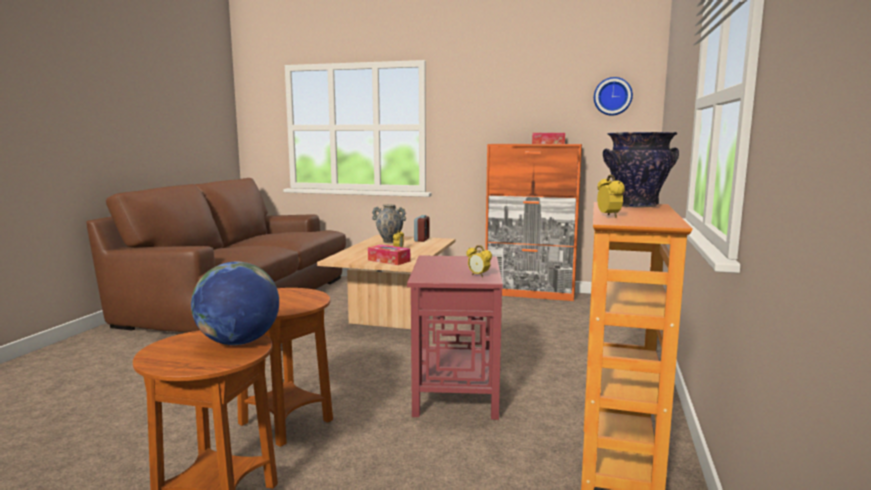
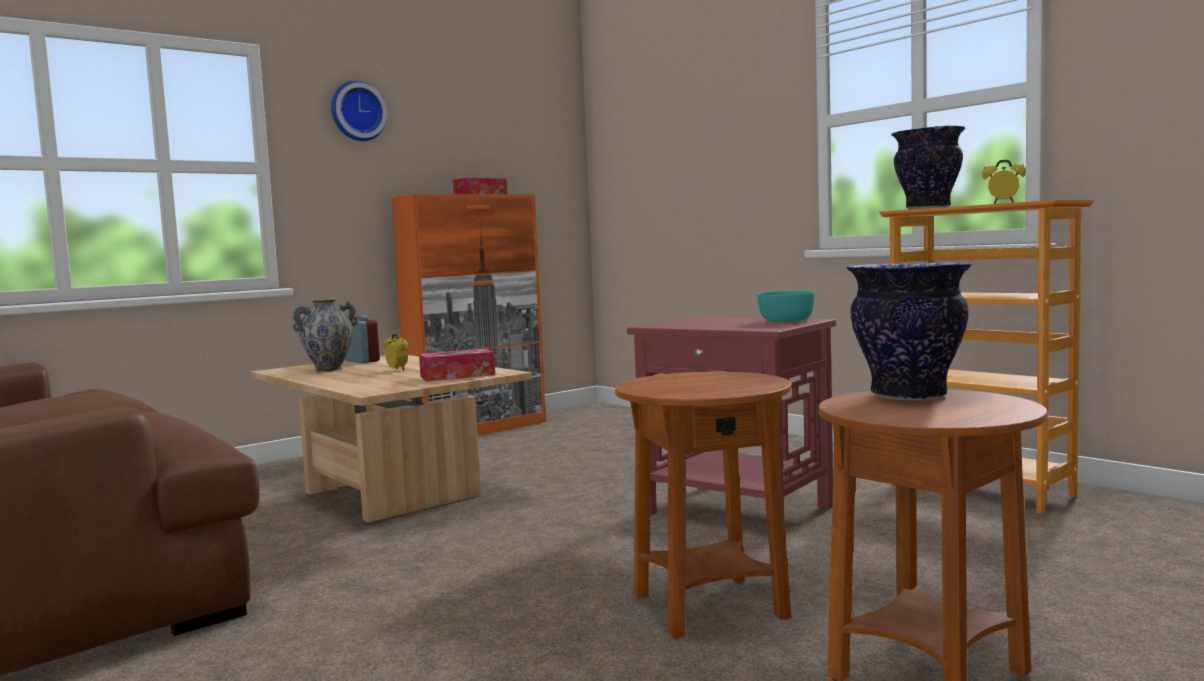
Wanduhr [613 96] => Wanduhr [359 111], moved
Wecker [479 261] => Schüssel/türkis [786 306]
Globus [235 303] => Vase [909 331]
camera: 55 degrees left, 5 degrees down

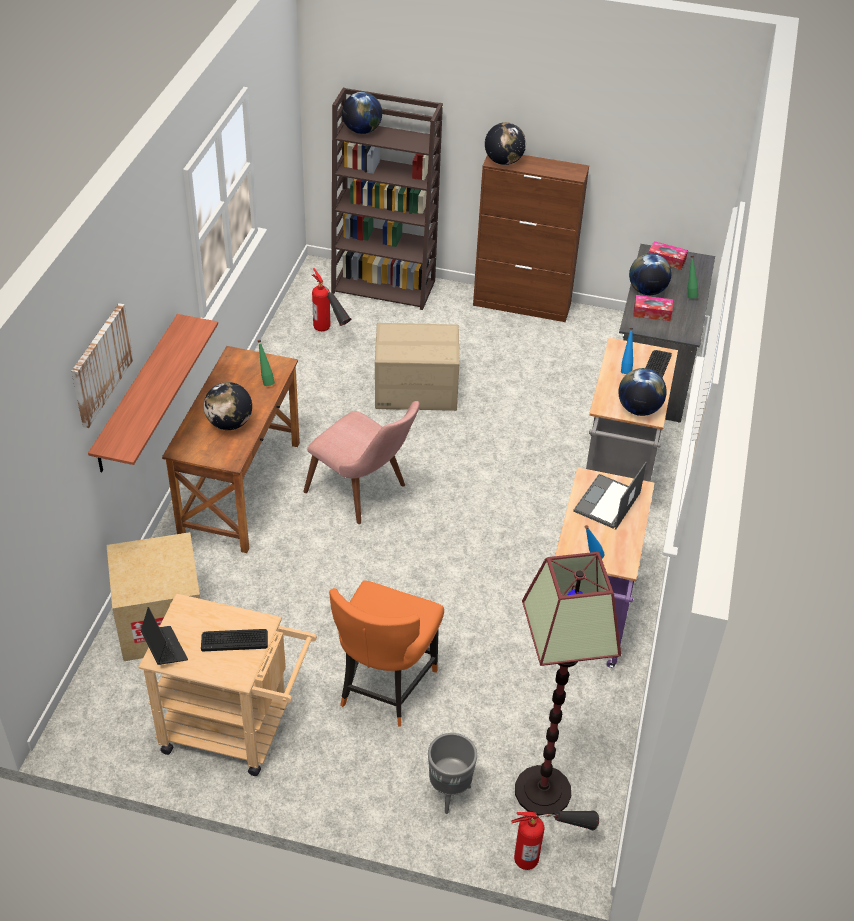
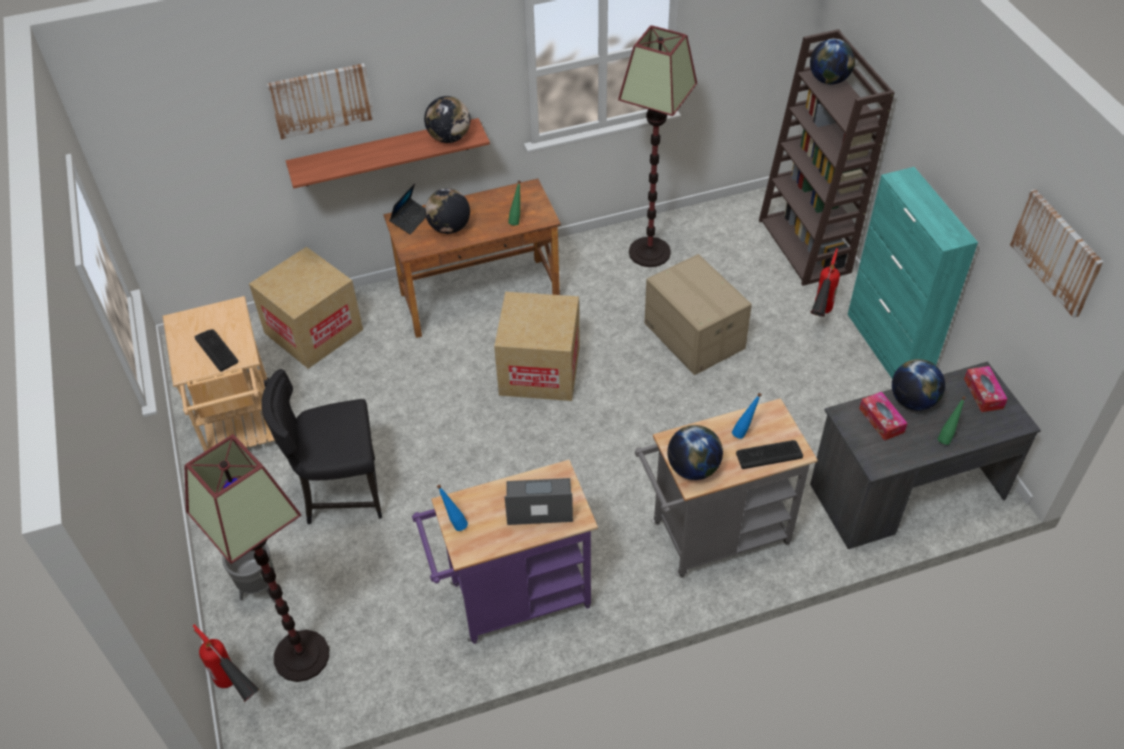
Globus [505 143] => Globus [447 119], moved
Schrank/braun [531 238] => Schrank/türkis [913 273]
Feuerlöscher [331 299] => Feuerlöscher [825 282], moved
Stuhl/rosa [361 462] => Karton [537 346]
Stuhl/orange [386 654] => Stuhl/schwarz [321 447]
Laptop [164 636] => Laptop [407 209], moved
nothing => Stehlampe [657 146]
nothing => Bild [1057 253]
camera: 60 degrees right, 5 degrees up

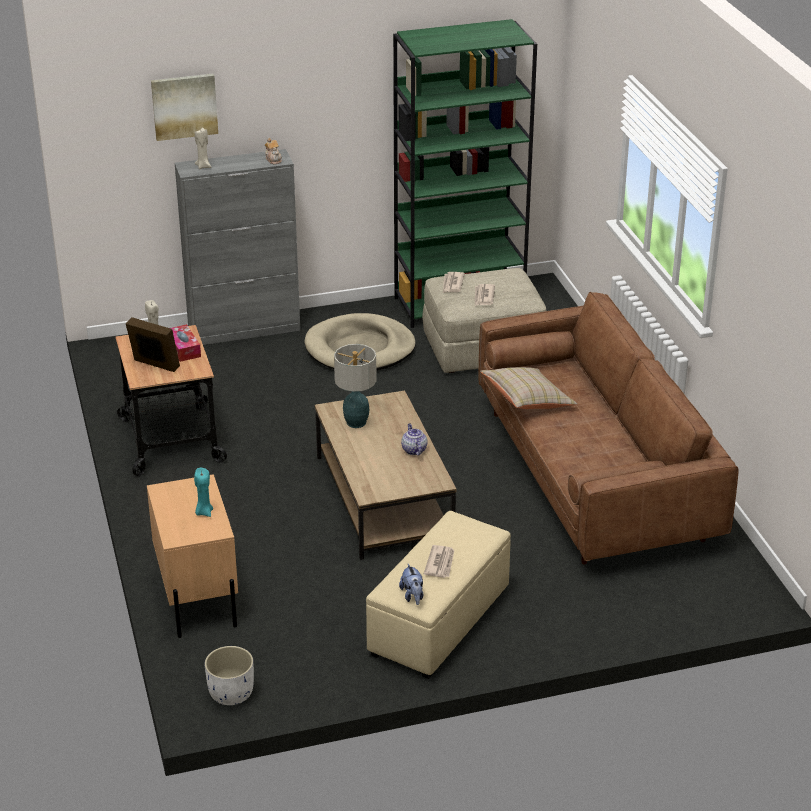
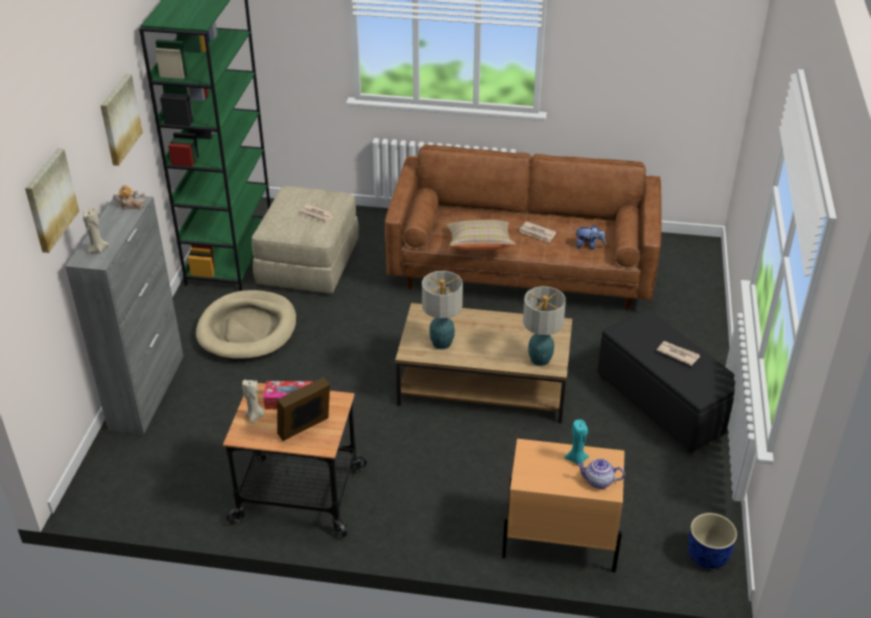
Zeitung [454 282] => Zeitung [537 232], moved
Teekanne [414 439] => Teekanne [601 473], moved
Polsterhocker/beige [438 595] => Polsterhocker/schwarz [666 382]
Plüschtier [411 584] => Plüschtier [590 237], moved
Pflanzkübel/weiß [229 675] => Pflanzkübel/blau [712 541]
nothing => Bild [122 120]
nothing => Tischlampe [544 326]
camera: 65 degrees left, 5 degrees up

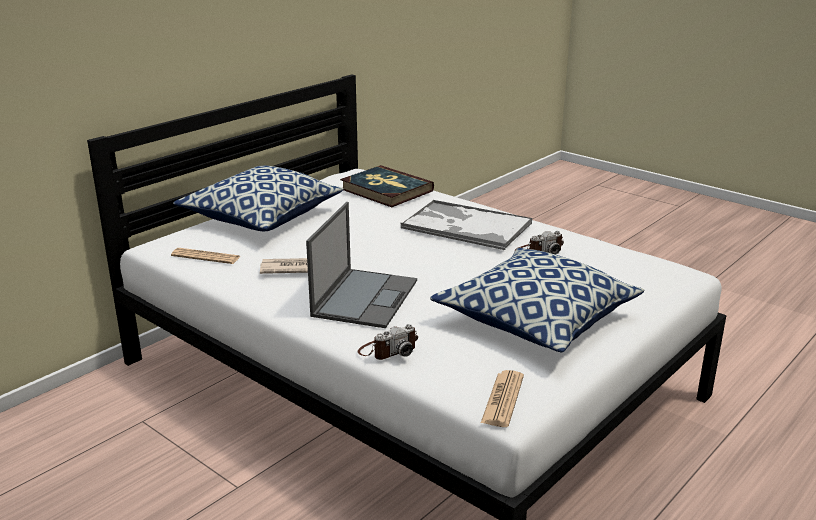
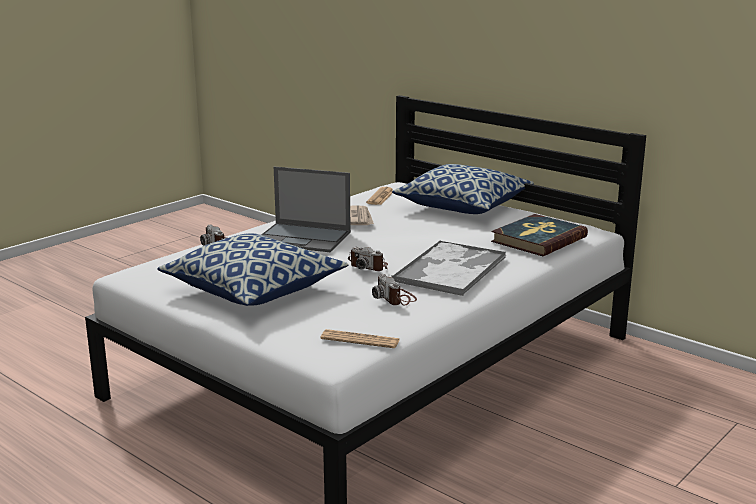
Zeitung [502 398] => Zeitung [360 338], moved
nothing => Kamera [368 259]
camera: 90 degrees right, 5 degrees down

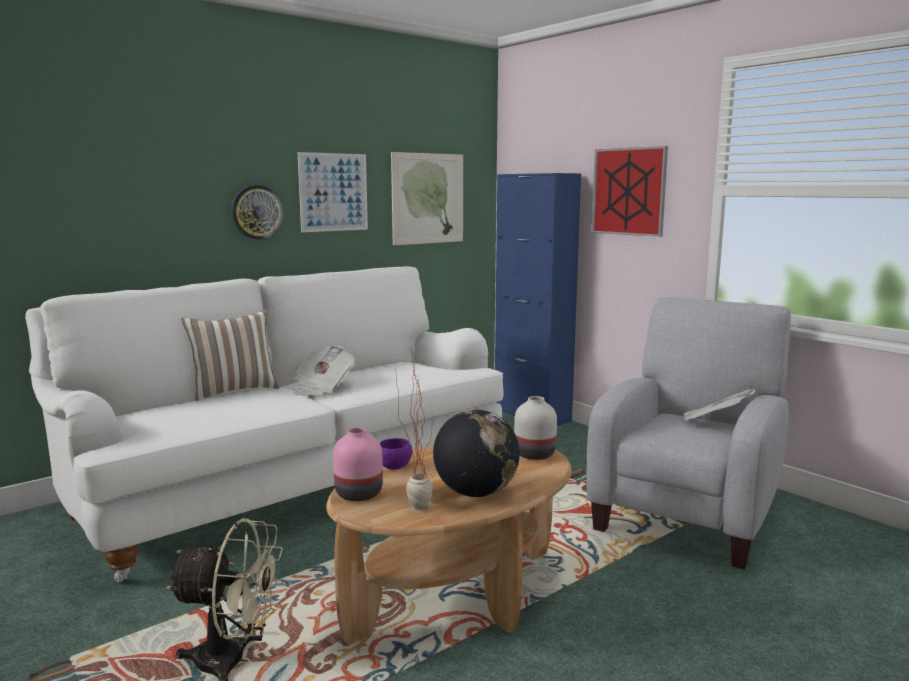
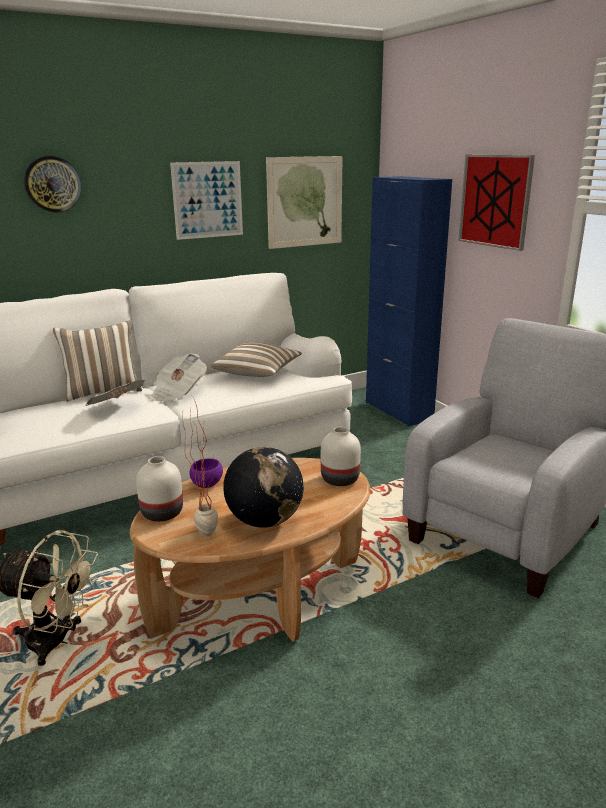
Wanduhr [257 212] => Wanduhr [53 184], moved
Zeitung [719 405] => Zeitung [115 393], moved
Vase/rosa [358 464] => Vase/weiß [159 489]
nothing => Kissen [256 359]
camera: 10 degrees right, 10 degrees up

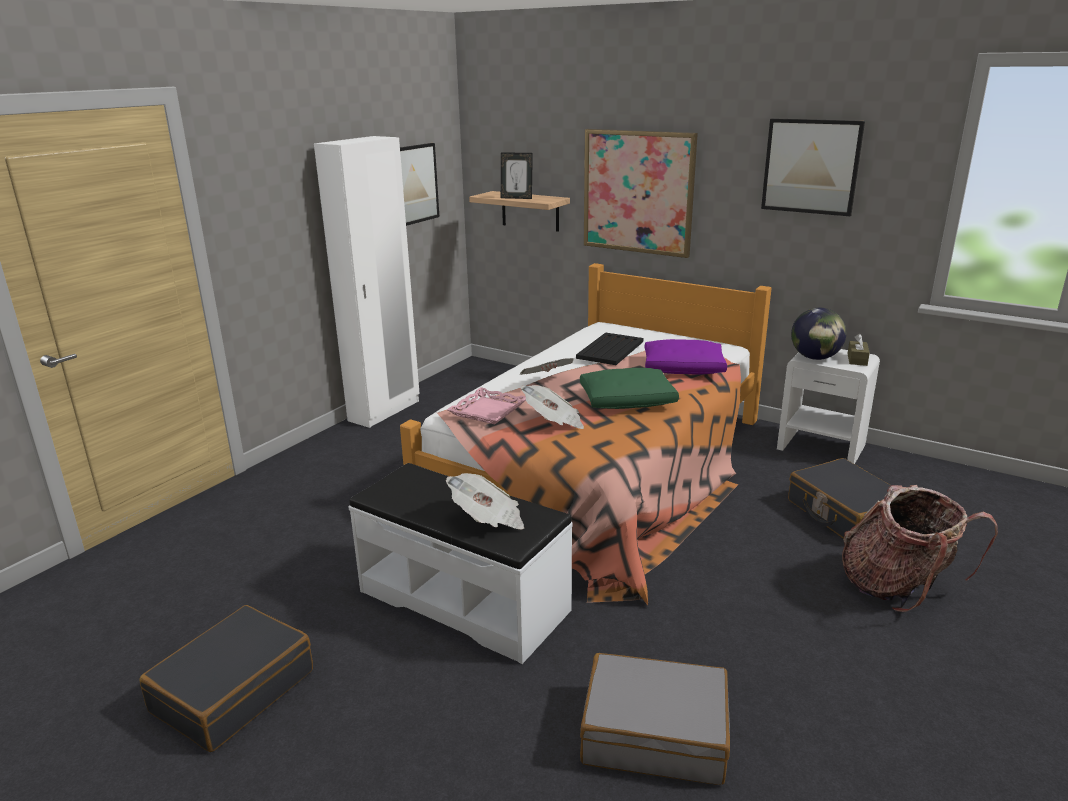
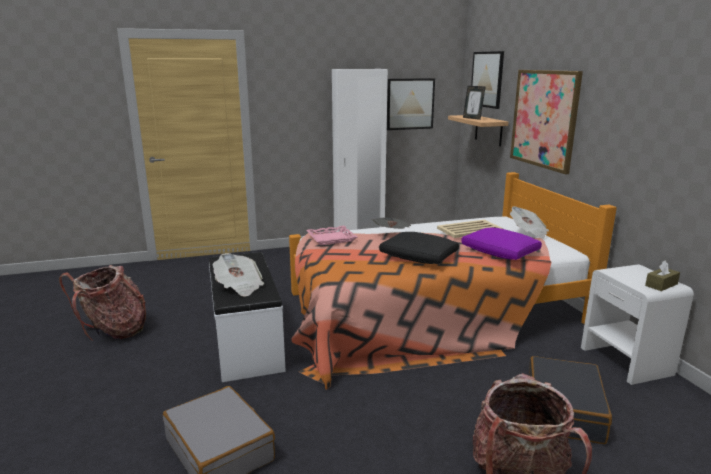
Bild [813 167] => Bild [487 80], moved
Globus [818 334] => nothing
Tablett/schwarz [609 348] => Tablett/beige [470 229]
Kissen/grün [629 388] => Kissen/schwarz [419 248]
Zeitung [552 407] => Zeitung [529 222], moved
Koffer/schwarz [226 678] => Rucksack [102 303]
camera: 40 degrees right, 5 degrees down

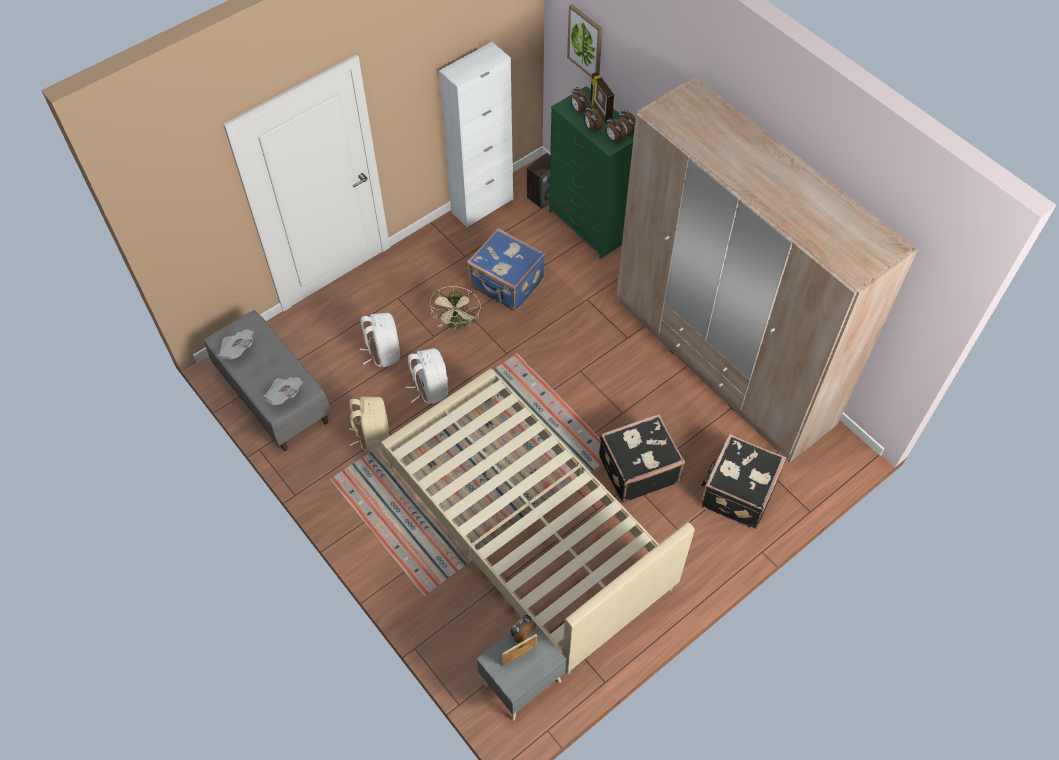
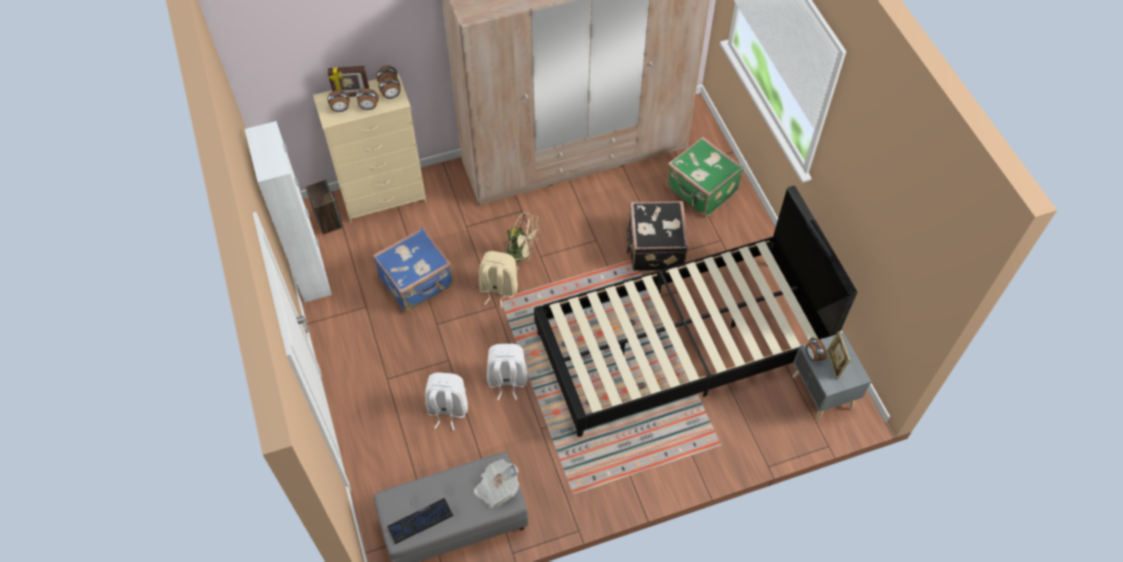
Bild [585 40] => nothing
Kommode/grün [591 172] => Kommode/beige [370 148]
Ventilator/beige [455 307] => Ventilator/beige [523 241], moved
Zeitung [236 344] => Tastatur [420 521]
Bett/beige [538 521] => Bett/schwarz [695 311]
Rucksack/beige [369 424] => Rucksack/beige [498 279], moved
Koffer/schwarz [743 481] => Koffer/grün [705 176]
camera: 70 degrees left, 0 degrees up

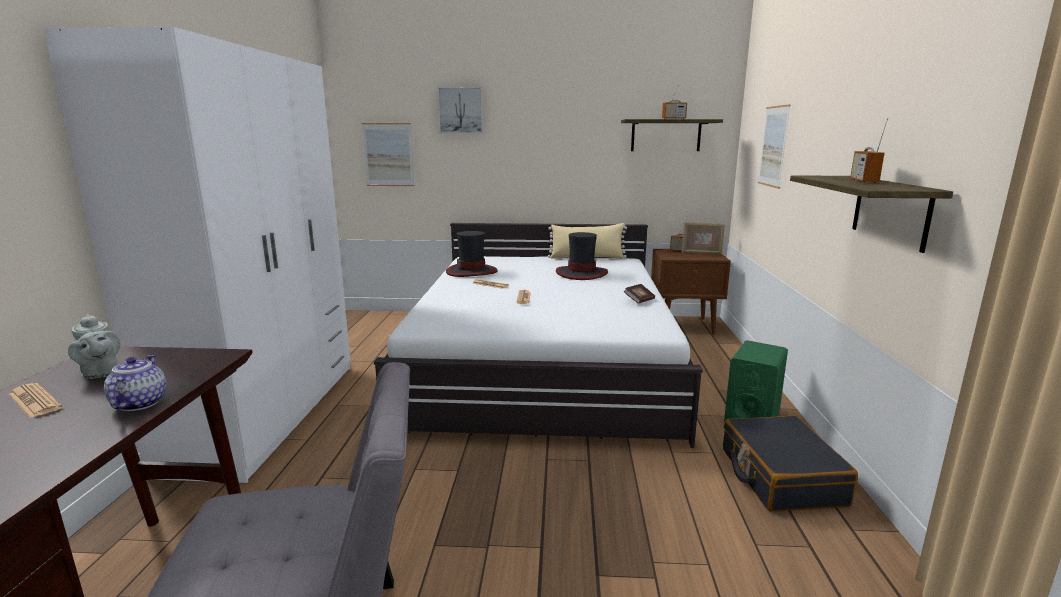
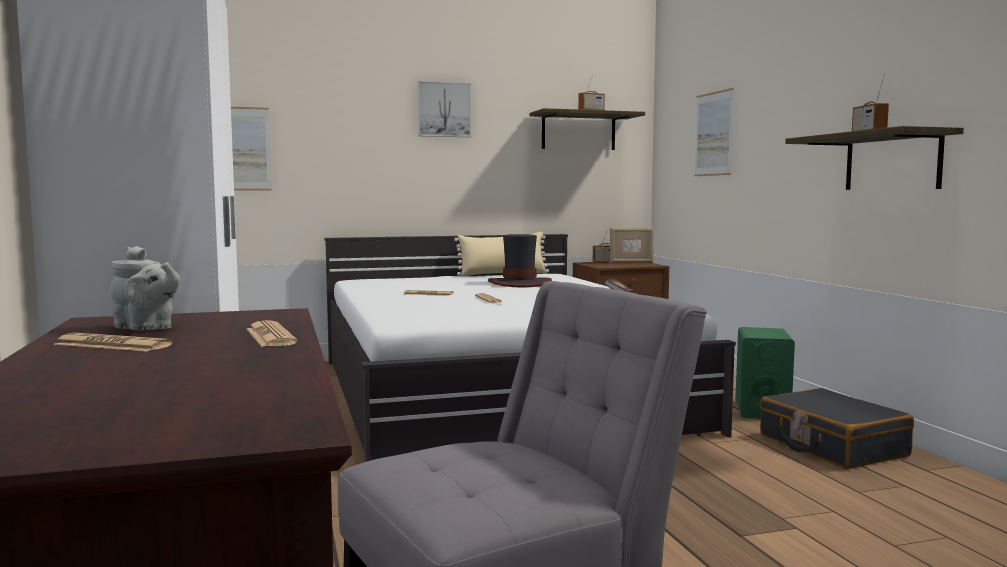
Bild [460 110] => Bild [444 109], moved
Hut [472 254] => nothing
Teekanne [135 382] => Zeitung [272 333]
camera: 20 degrees left, 10 degrees down

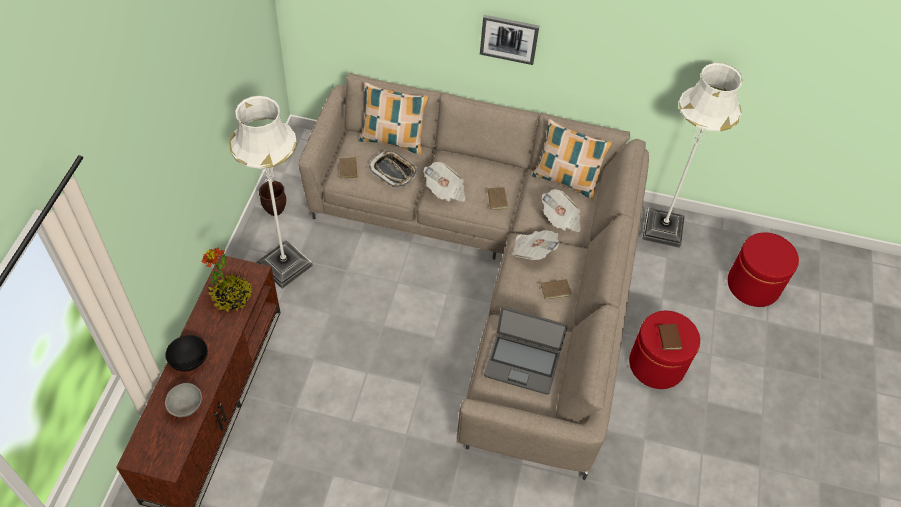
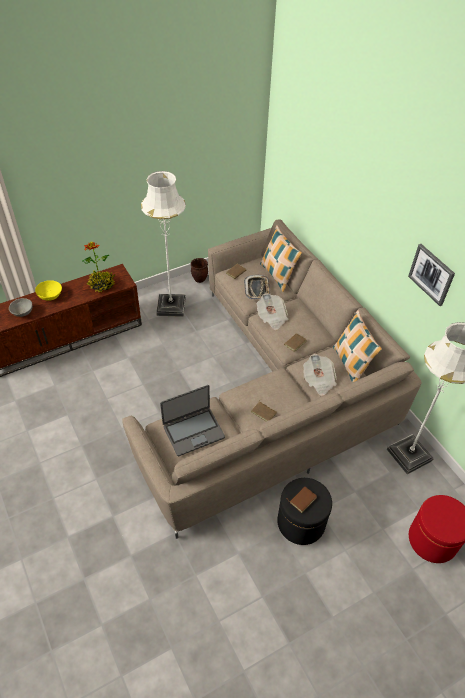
Bild [509 40] => Bild [431 275], moved
Zeitung [535 245] => nothing
Laptop [526 351] => Laptop [192 420], 90 degrees counterclockwise
Polsterhocker/rot [664 350] => Polsterhocker/schwarz [304 511]
Schüssel/schwarz [186 353] => Schüssel/gelb [48 290]
camera: 50 degrees right, 5 degrees down

